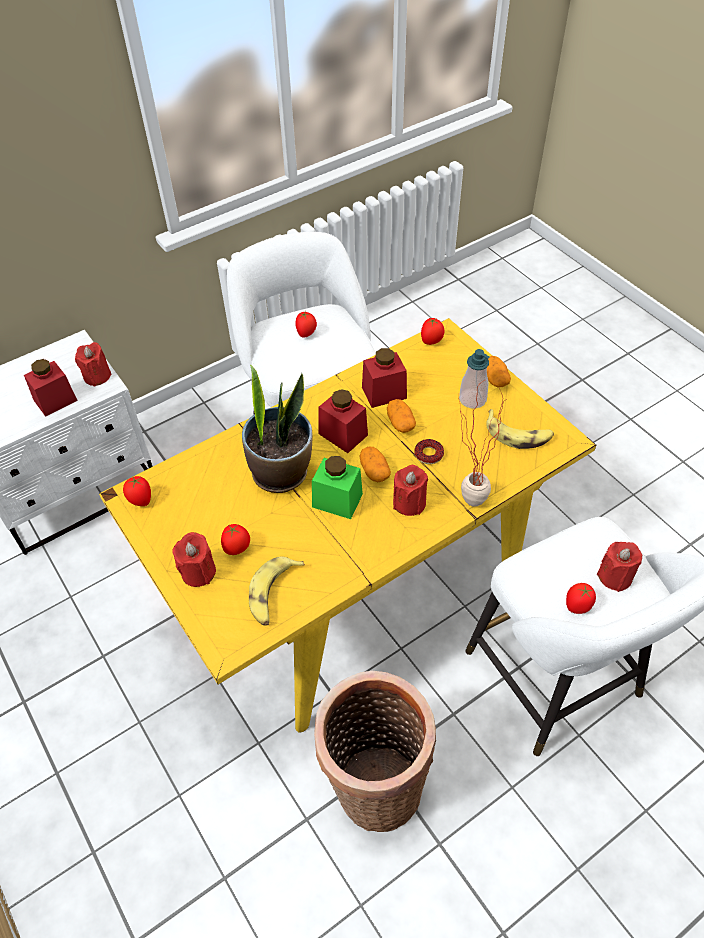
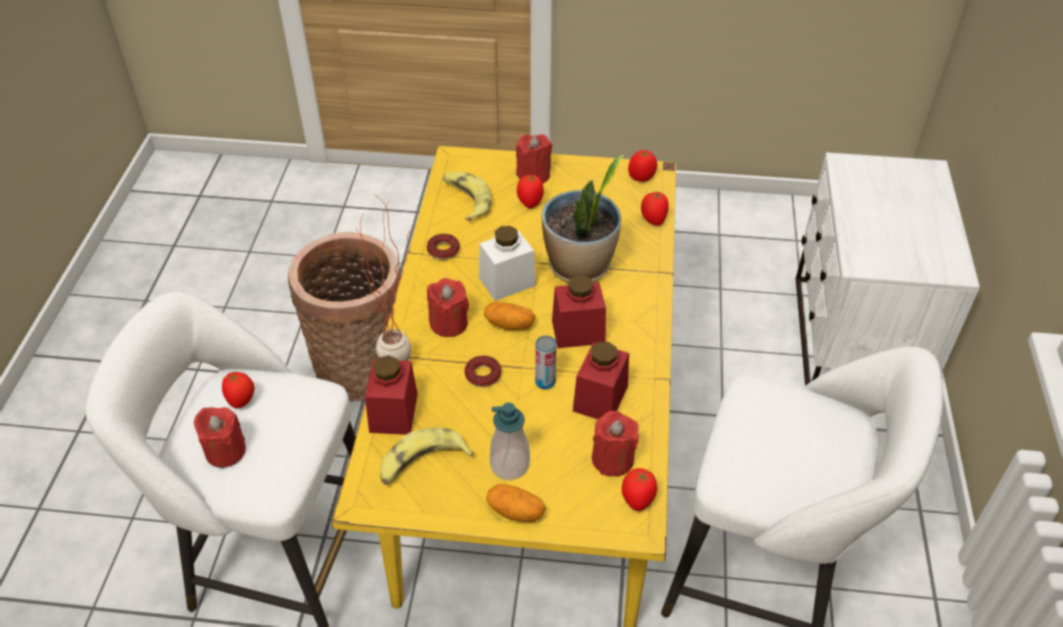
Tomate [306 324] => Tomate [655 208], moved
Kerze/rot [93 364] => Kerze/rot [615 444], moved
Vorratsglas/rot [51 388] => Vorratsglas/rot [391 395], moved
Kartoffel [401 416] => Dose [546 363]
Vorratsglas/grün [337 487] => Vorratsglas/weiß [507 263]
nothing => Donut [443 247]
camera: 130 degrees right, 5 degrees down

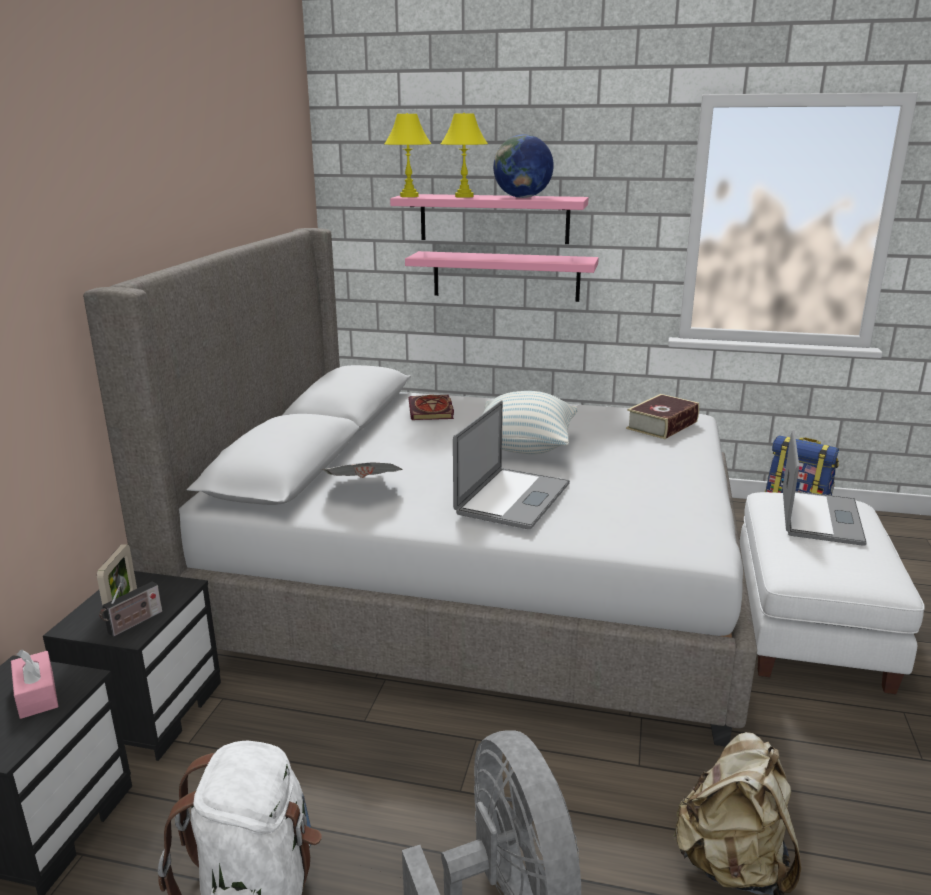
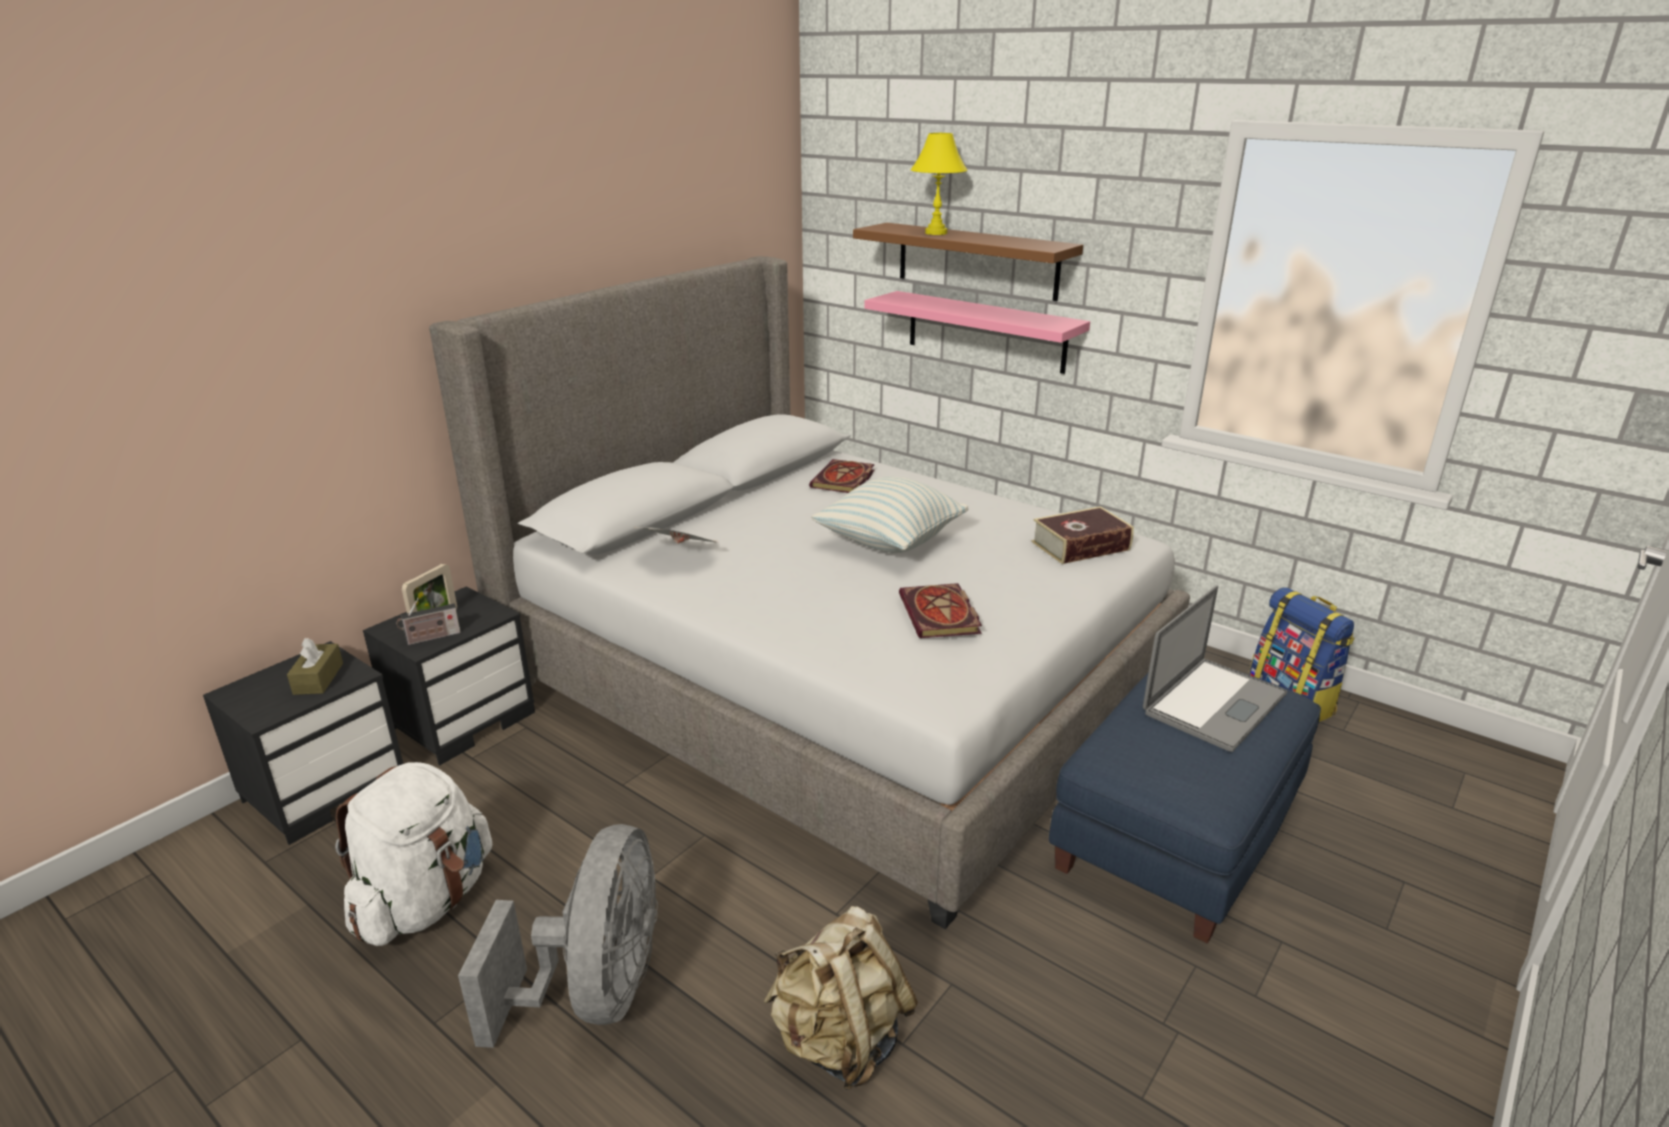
Tischlampe/gelb [408 155] => nothing
Globus [523 166] => nothing
Wandregal/rosa [489 219] => Wandregal/braun [968 262]
Laptop [511 464] => nothing
Polsterhocker/weiß [832 593] => Polsterhocker/blau [1185 807]
Taschentuchbox/rosa [34 684] => Taschentuchbox/braun [315 666]
nothing => Buch [940 610]
camera: 25 degrees right, 5 degrees up

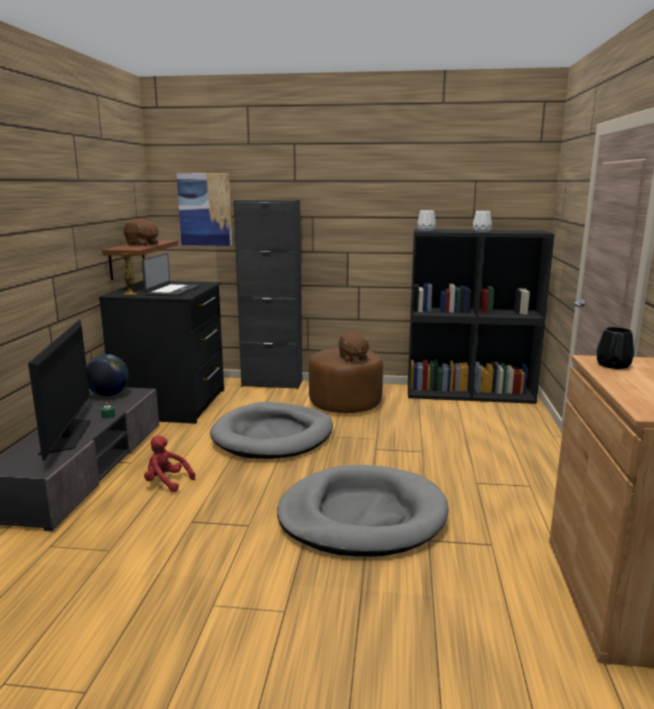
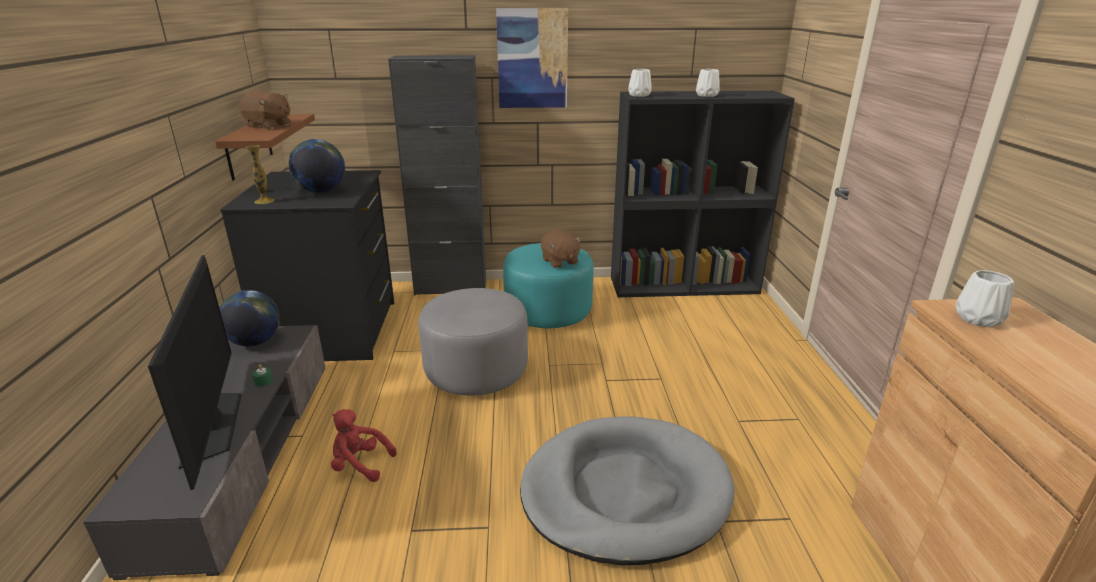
Bild [204 209] => Bild [532 58], moved
Laptop [170 275] => Globus [317 166]
Vase/schwarz [615 348] => Vase/weiß [984 298]
Polsterhocker/braun [346 380] => Polsterhocker/türkis [548 285]
Hundebett/grau [271 430] => Polsterhocker/grau [473 342]
camera: 10 degrees left, 10 degrees up

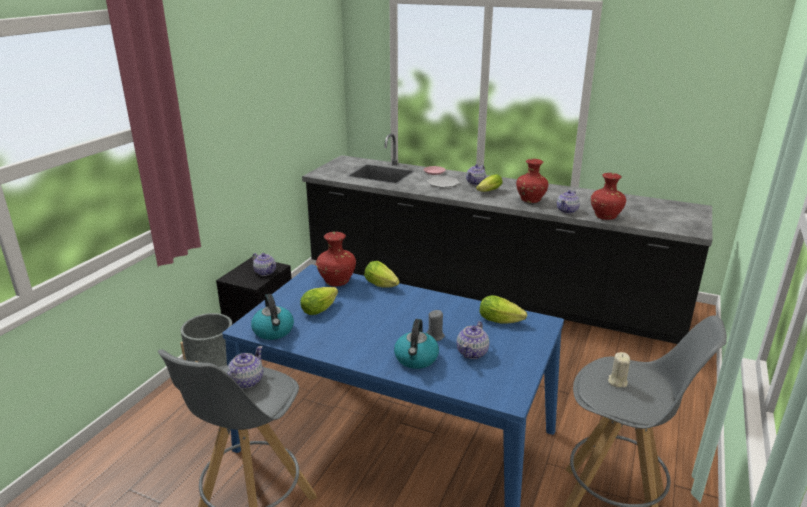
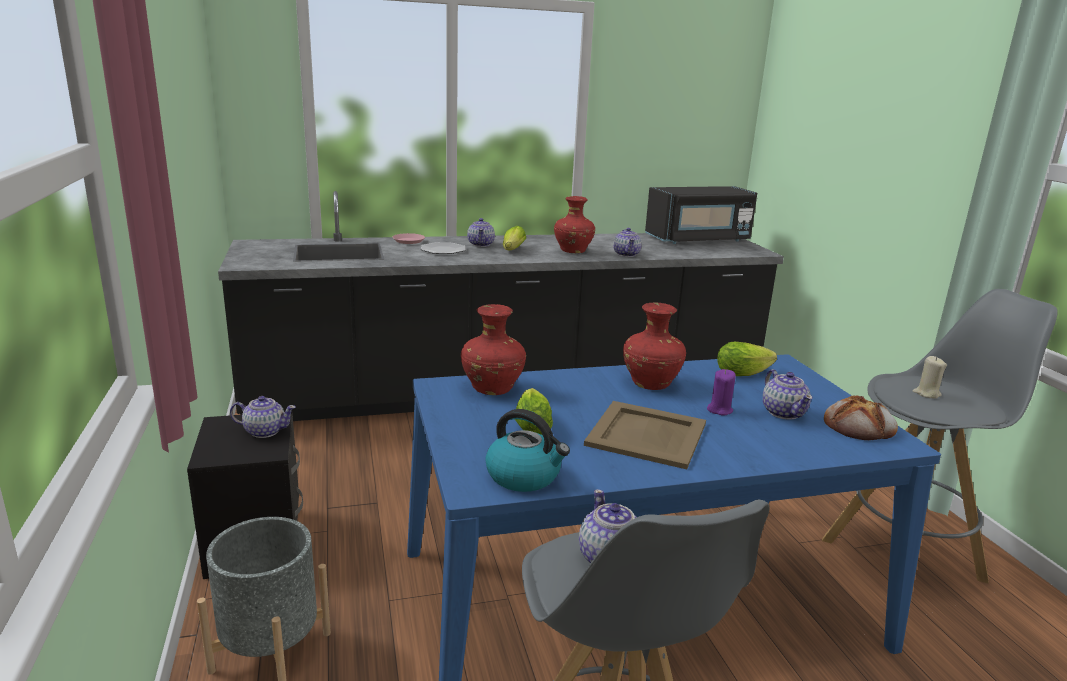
Vase/rot [608 196] => Vase/rot [654 346], moved
Salatkopf [382 274] => nothing
Kerze/grau [436 325] => Kerze/lila [721 392]
Wasserkessel [416 344] => nothing
nothing => Mikrowelle/schwarz [701 215]
nothing => Brot [861 417]
nothing => Tablett/beige [645 435]
camera: 40 degrees left, 5 degrees down

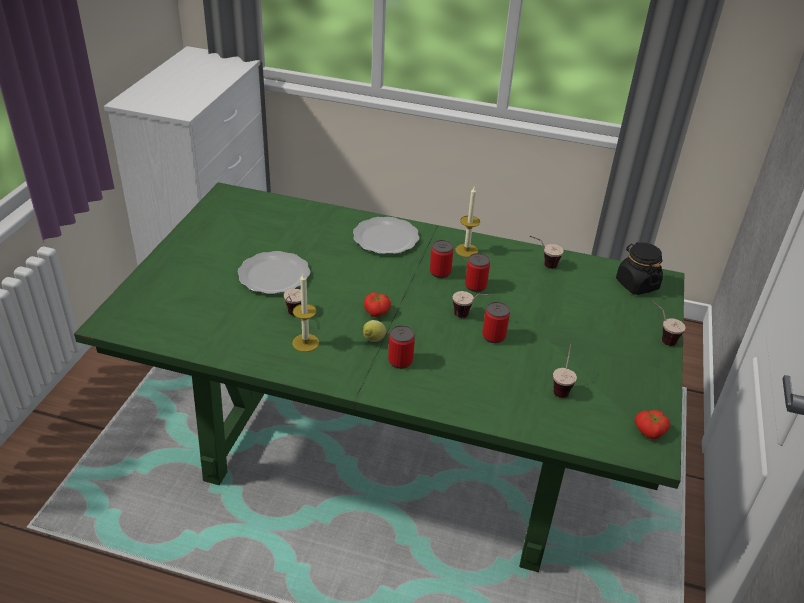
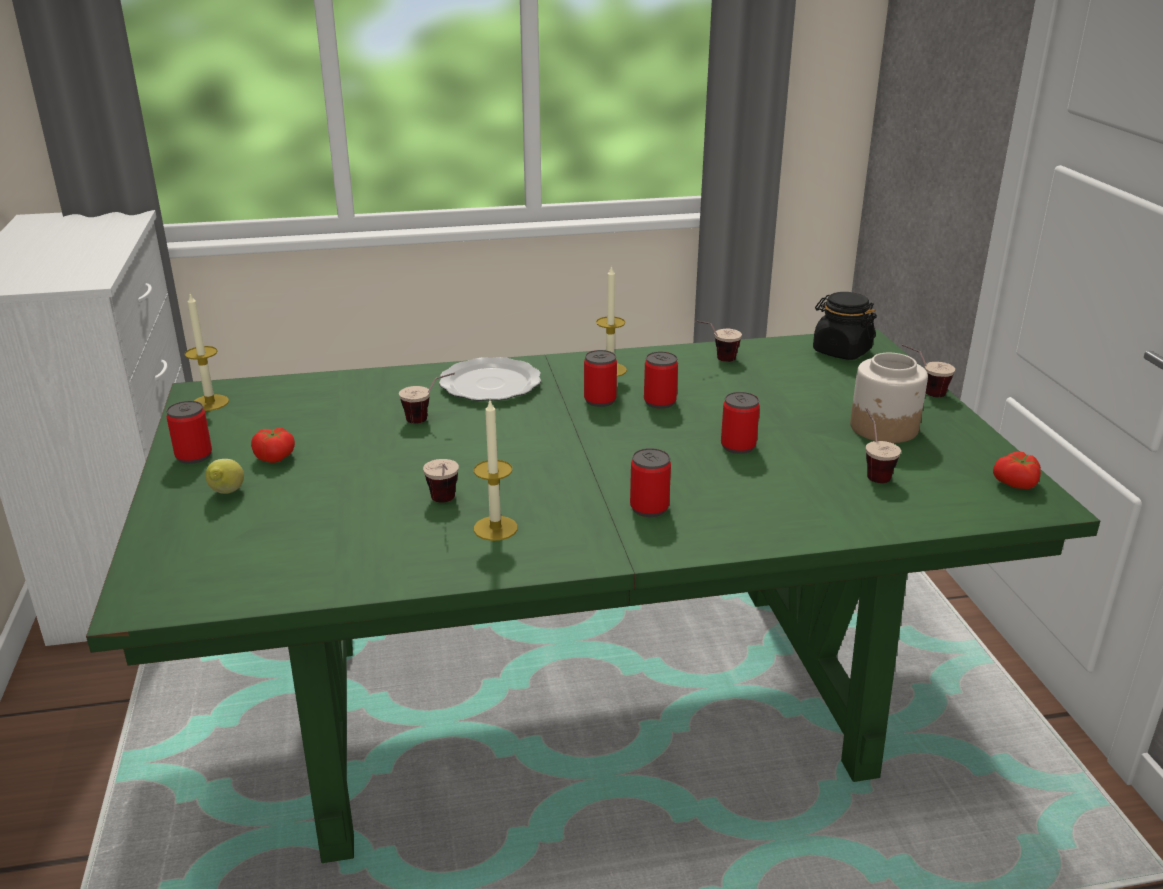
Teller [274 272] => nothing
Tasse [472 304] => Tasse [427 398], moved
Tomate [377 304] => Tomate [273 445], moved
Zitrone [374 331] => Zitrone [224 476], moved
nothing => Kerze [207 352]
nothing => Vorratsglas [889 398]
nothing => Dose [189 432]
camera: 25 degrees left, 10 degrees down

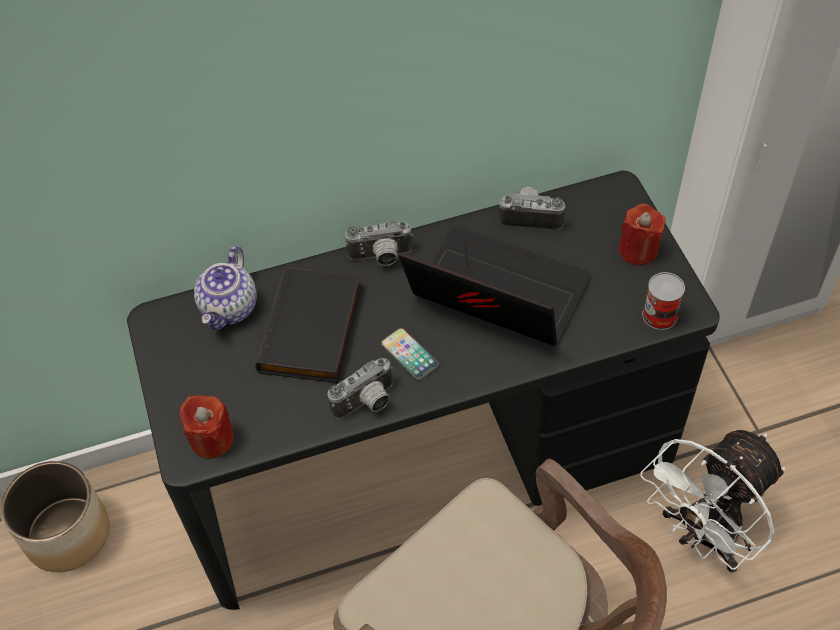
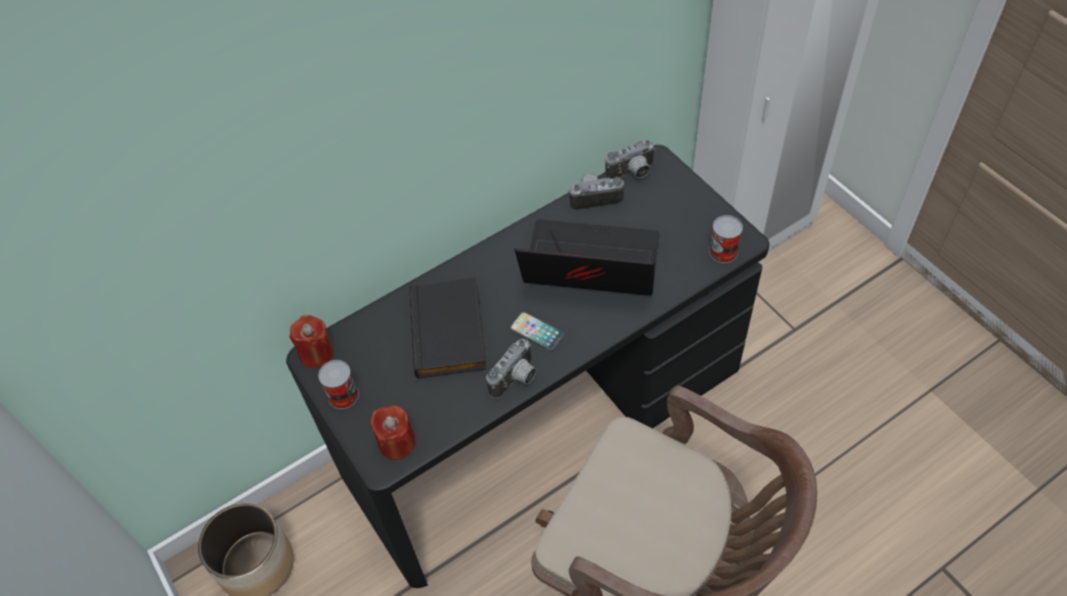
Kerze/rot [642 234] => Kerze/rot [311 341], moved
Kamera [379 243] => Kamera [630 159], moved
Teekanne [225 288] => nothing
Ventilator/weiß [712 501] => nothing
nothing => Dose [338 384]
camera: 15 degrees left, 0 degrees up

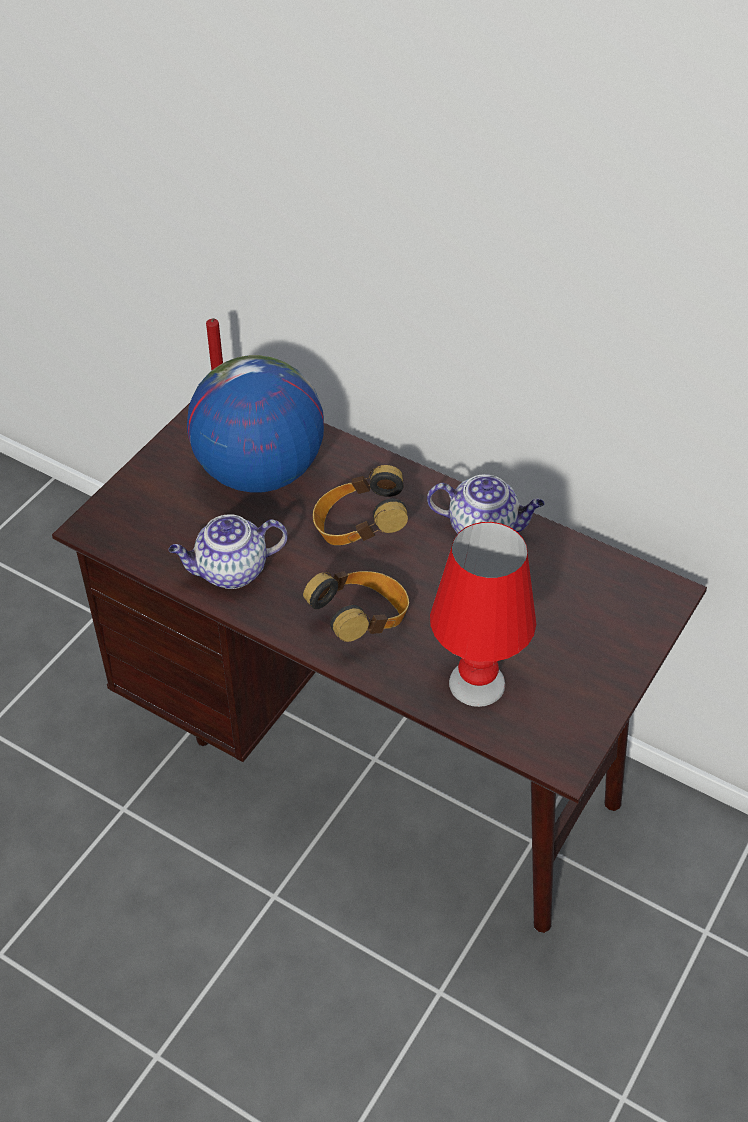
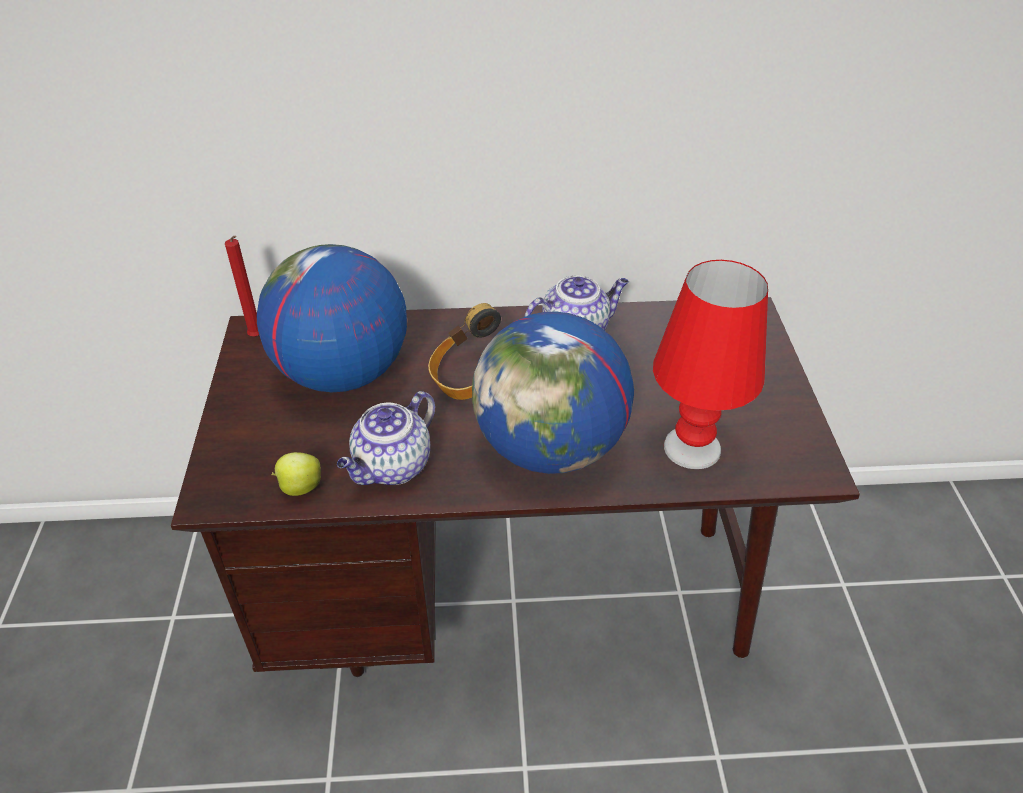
Kopfhörer [356 606] => Globus [553 393]
nothing => Apfel [296 474]
camera: 35 degrees left, 5 degrees down

